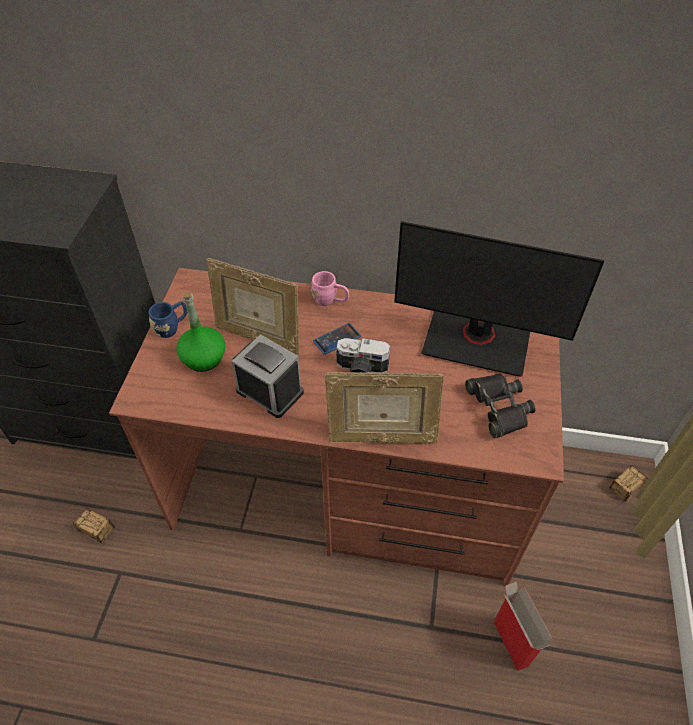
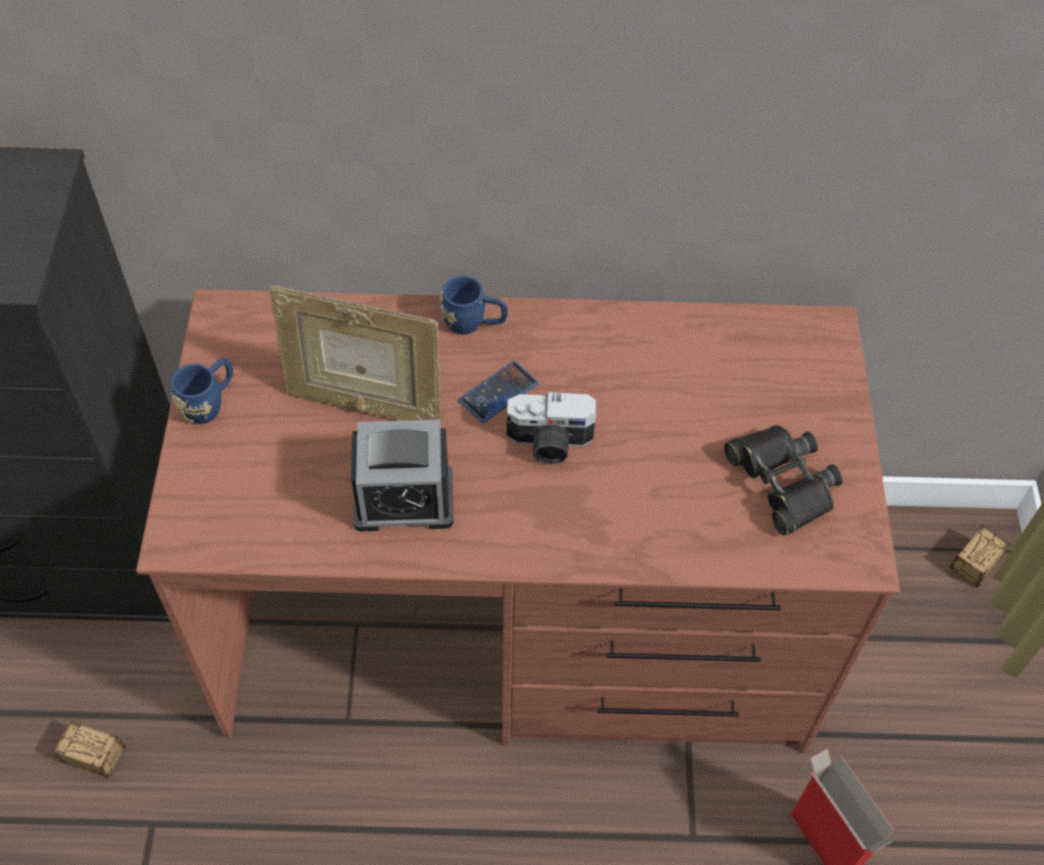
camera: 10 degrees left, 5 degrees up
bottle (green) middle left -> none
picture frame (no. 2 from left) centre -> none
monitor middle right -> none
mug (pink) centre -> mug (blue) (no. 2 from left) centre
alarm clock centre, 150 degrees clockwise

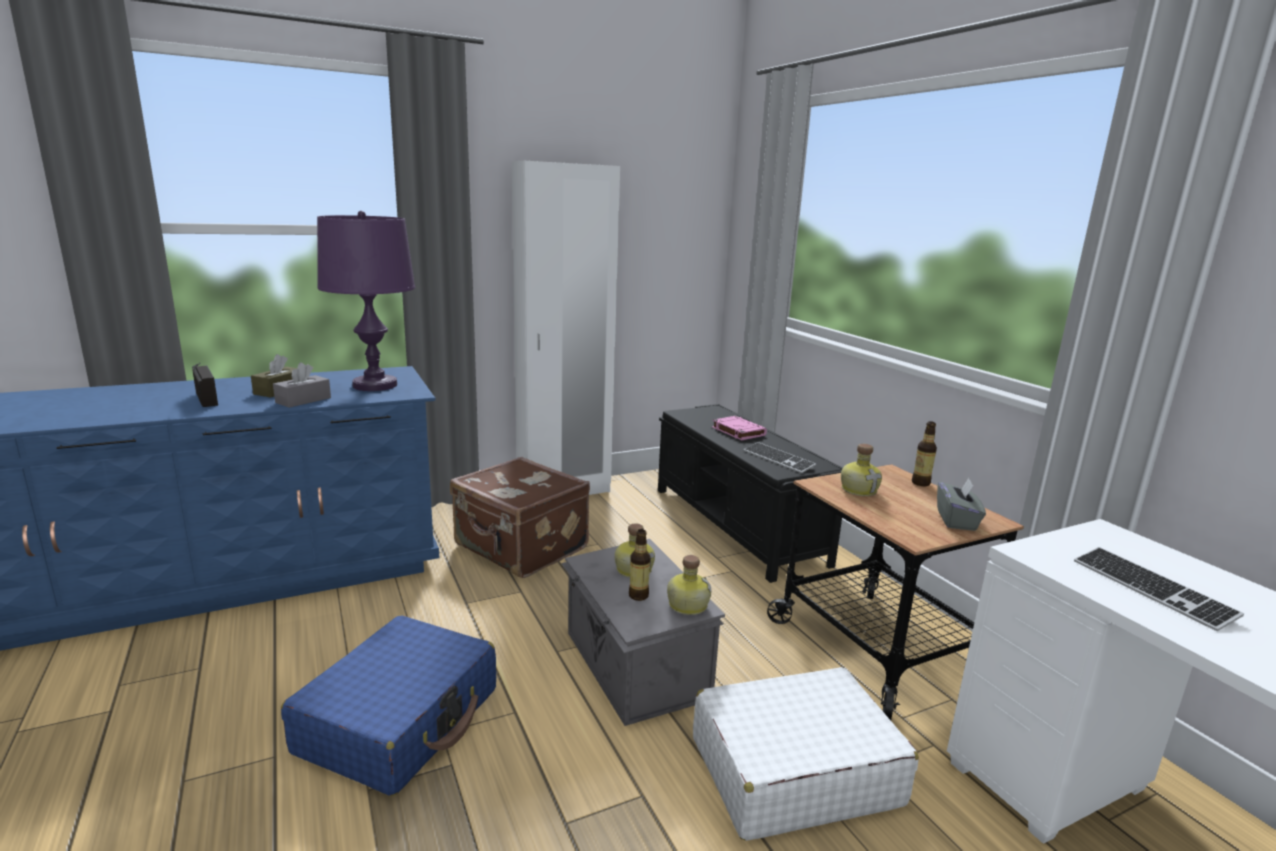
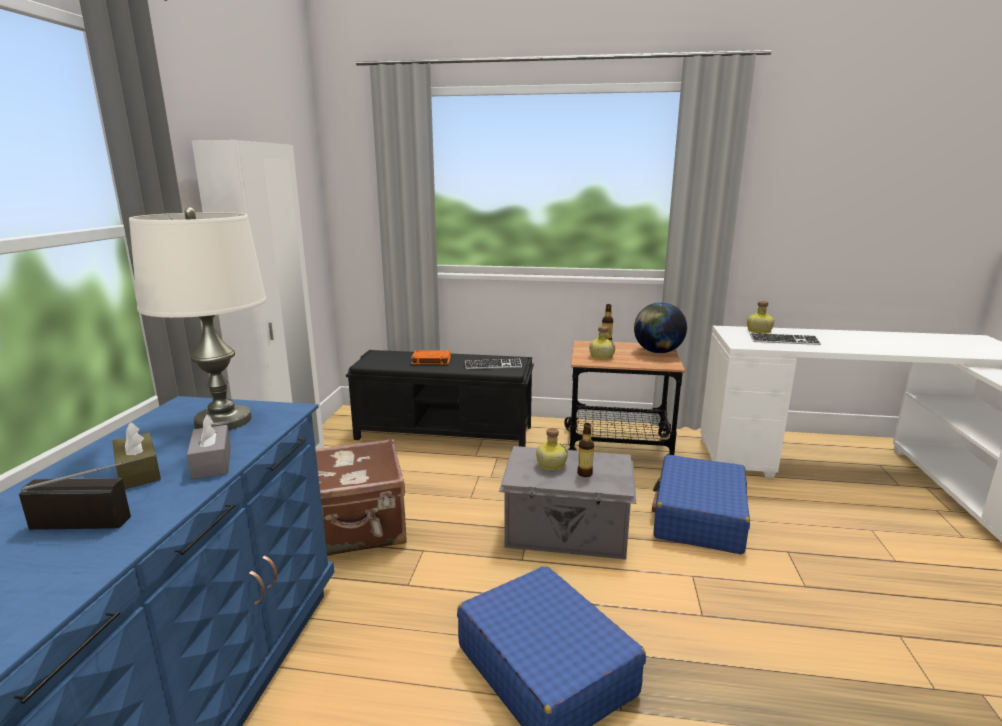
camera: 55 degrees left, 0 degrees up
bottle (no. 3 from left in the first image) bottom centre -> bottle (no. 5 from left) middle right, relocated
tissue box (grey) (no. 2 from left) middle right -> globe centre
table lamp (purple) middle left -> table lamp (white) middle left
suitcase (white) bottom centre -> suitcase (blue) (no. 2 from left) bottom right
book (pink) centre -> book (orange) centre

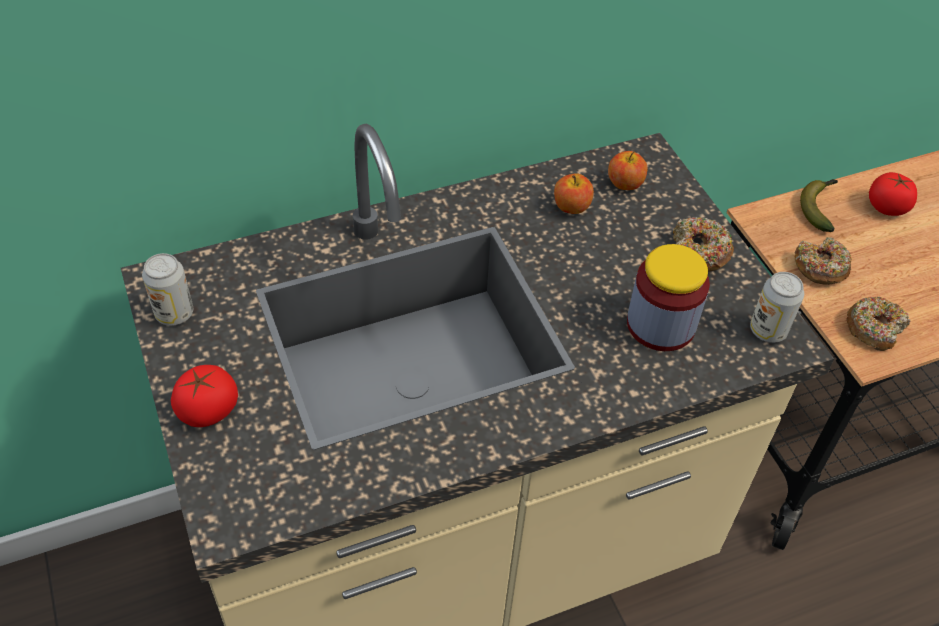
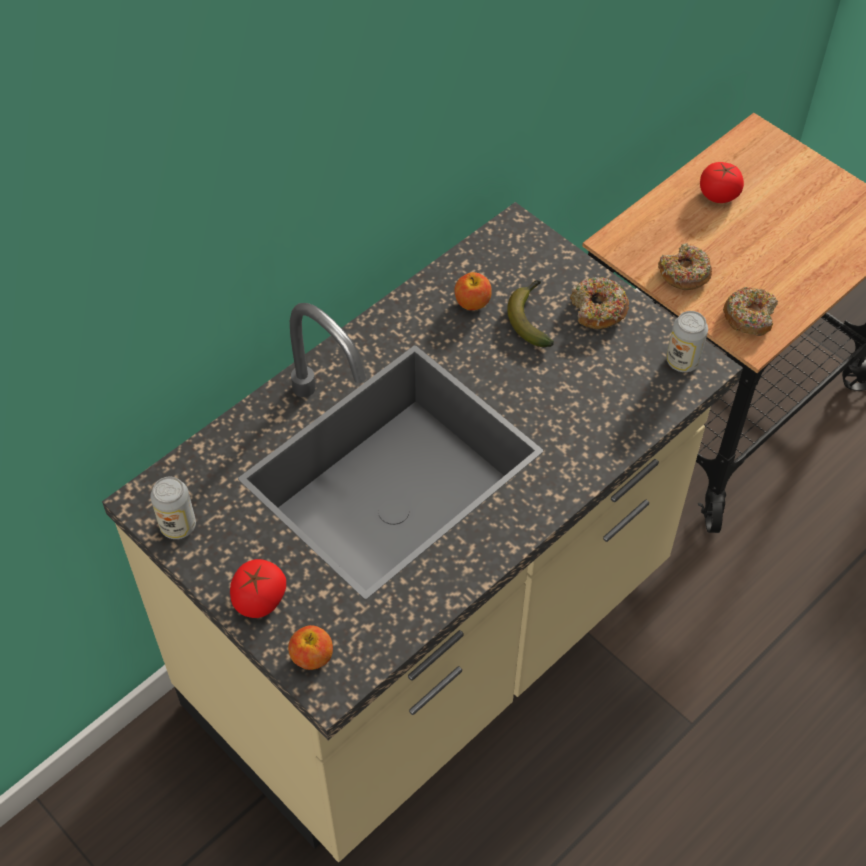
camera: 20 degrees left, 5 degrees up
jar middle right -> none
apple (no. 2 from left in the first image) top right -> apple (no. 1 from left) bottom centre, relocated
banana top right -> banana centre, relocated

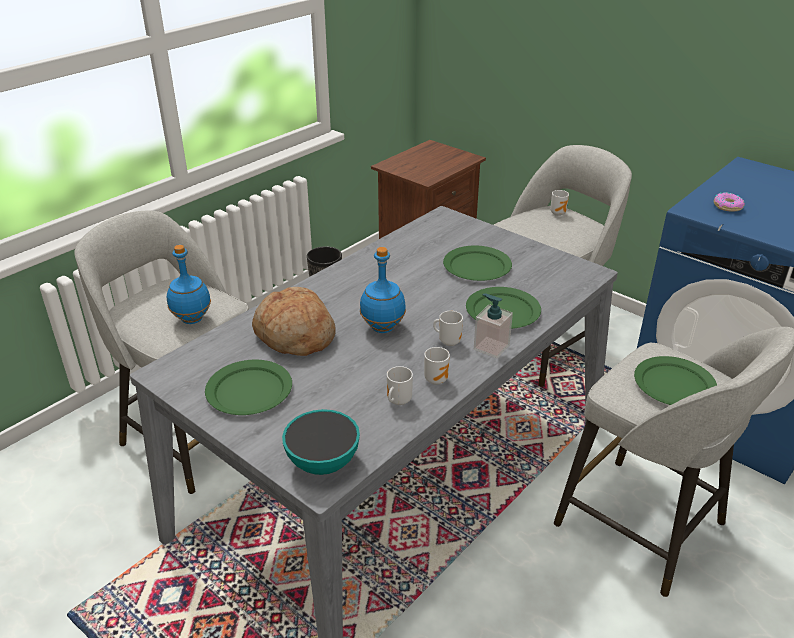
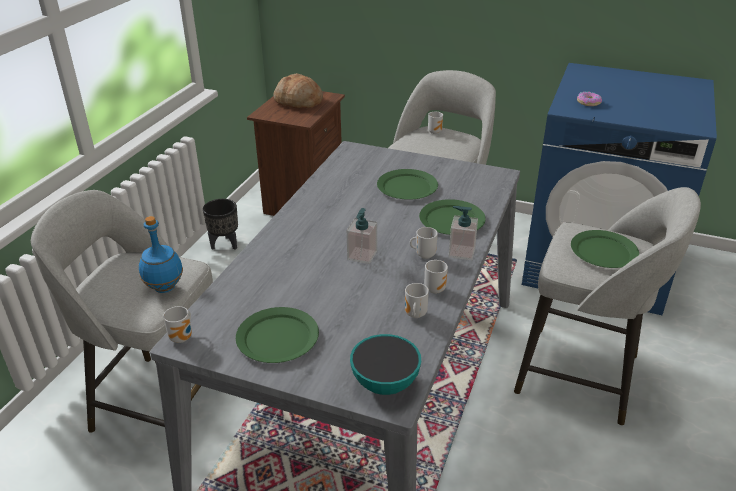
camera: 20 degrees left, 0 degrees up
none -> mug (no. 1 from left) middle left
bread centre -> bread top centre, relocated
bottle (blue) (no. 2 from left) centre -> soap dispenser (no. 1 from left) centre

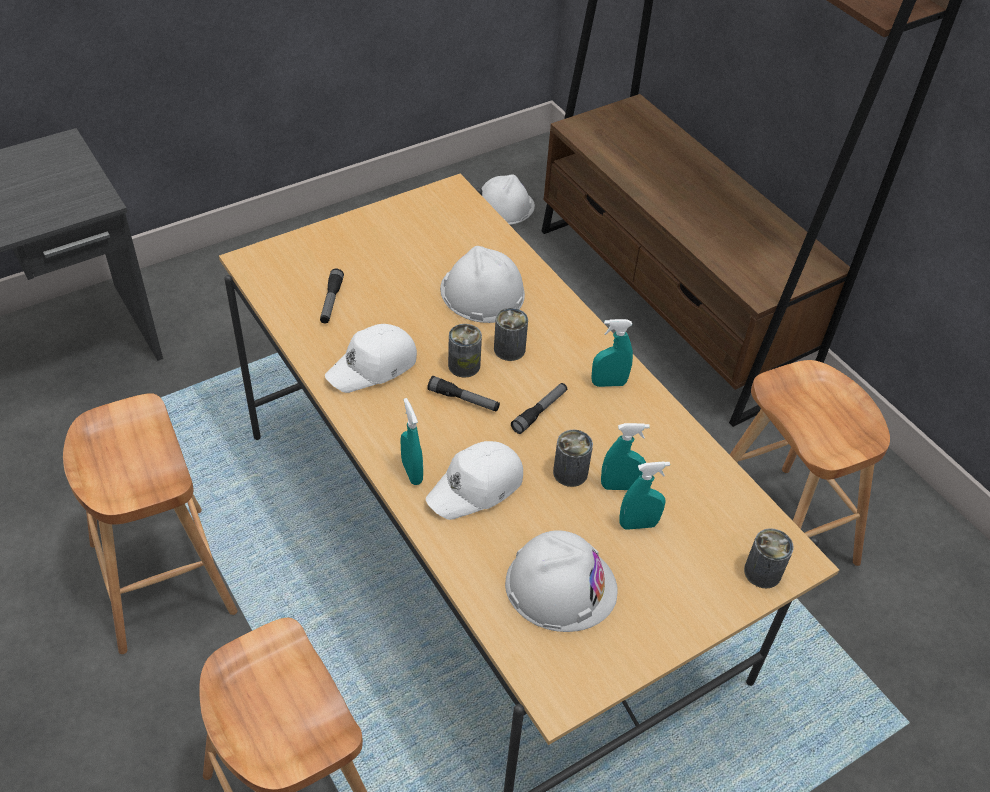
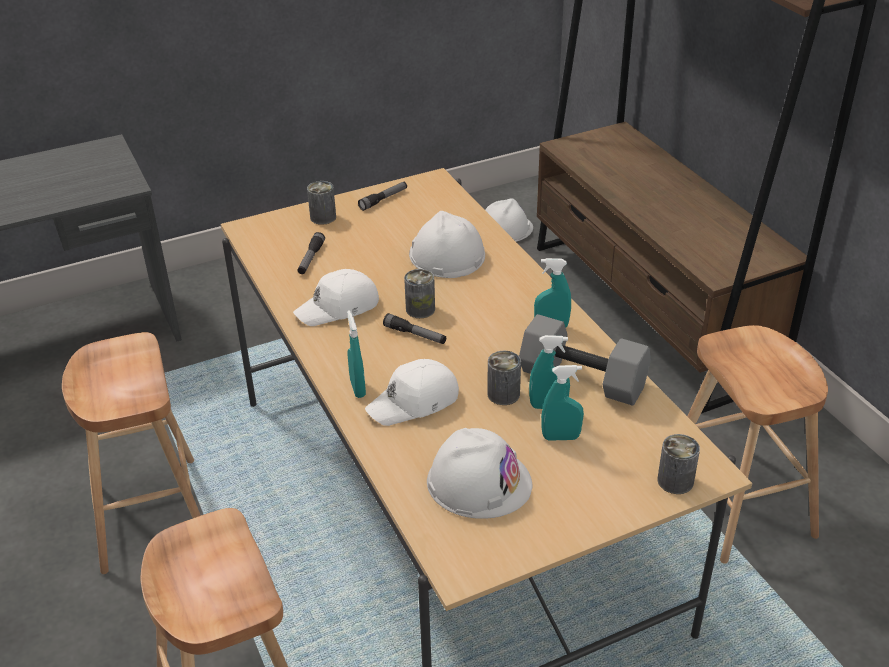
camera: 10 degrees right, 10 degrees down
none -> dumbbell (grey) centre
can (no. 2 from left in the first image) centre -> can (no. 1 from left) top centre, relocated
flashlight (no. 3 from left in the first image) centre -> flashlight (no. 2 from left) top centre, relocated

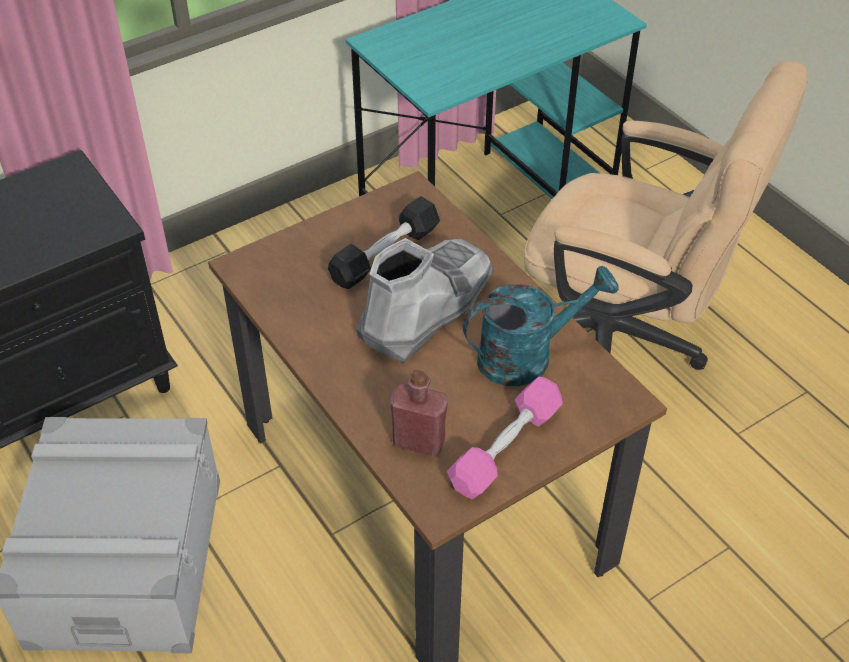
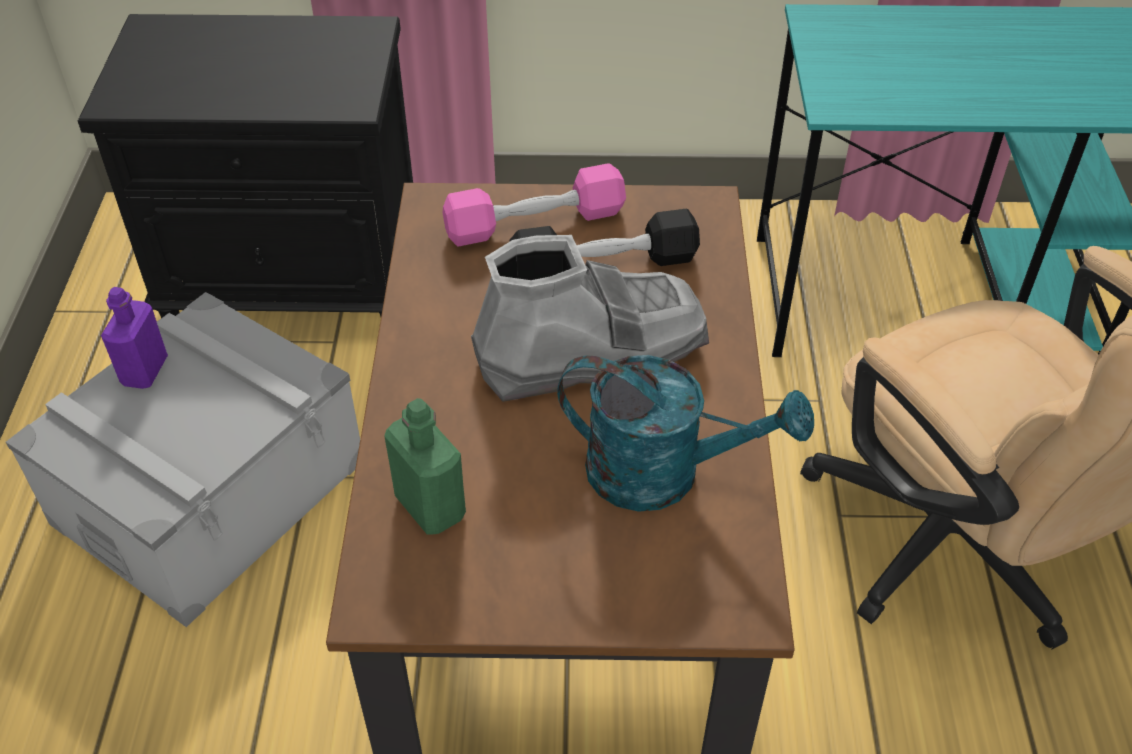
camera: 35 degrees right, 0 degrees up
none -> bottle (purple) middle left
dumbbell (pink) centre -> dumbbell (pink) top centre, relocated
bottle (red) centre -> bottle (green) centre

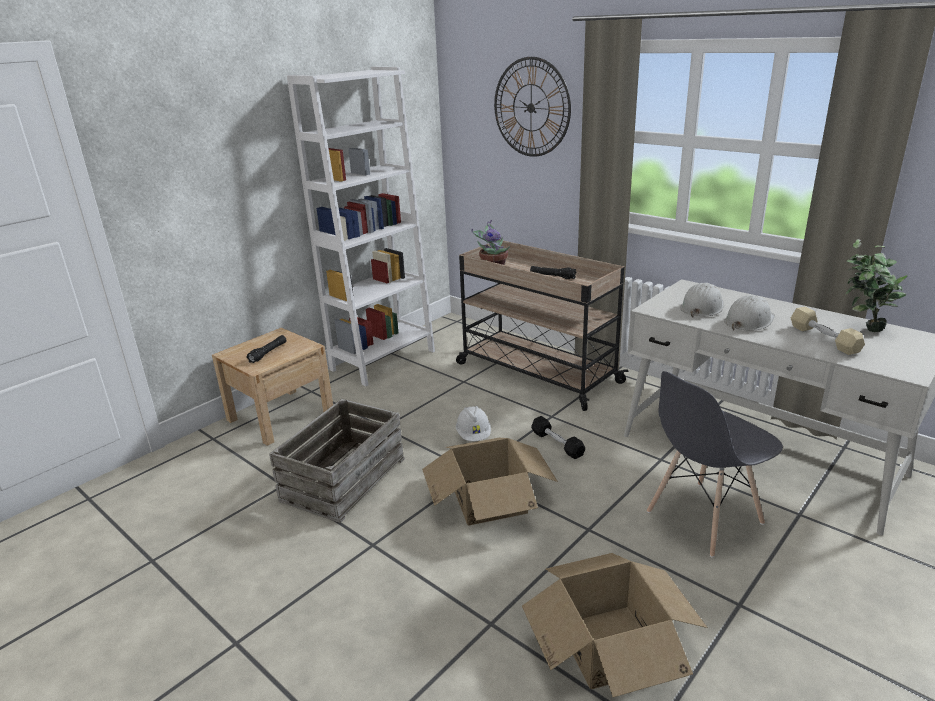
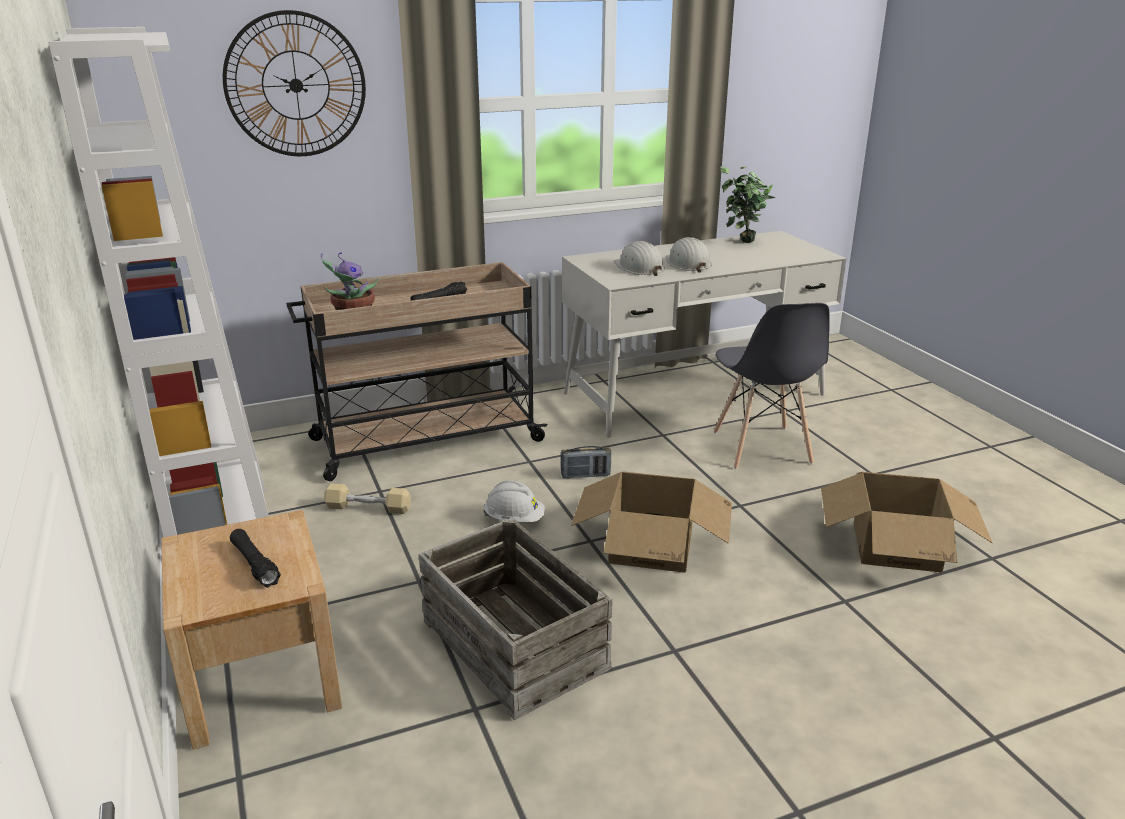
camera: 65 degrees left, 0 degrees up
dumbbell (beige) middle right -> dumbbell (beige) middle left, relocated
dumbbell (black) centre -> radio centre

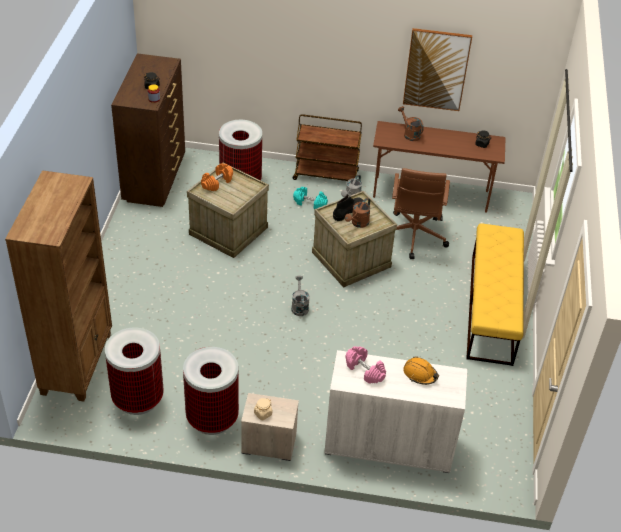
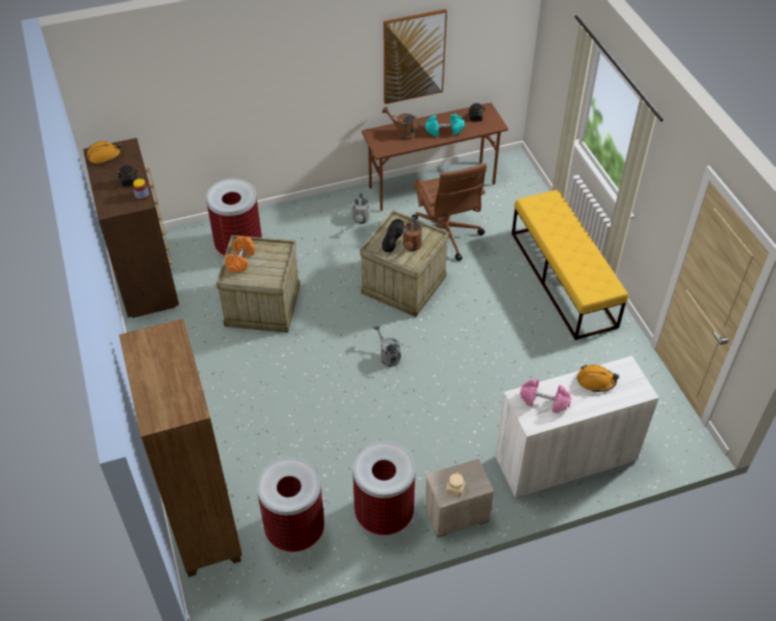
camera: 25 degrees left, 5 degrees up
cart (brown) top centre -> none
none -> hard hat (orange) (no. 1 from left) top left
dumbbell (turquoise) centre -> dumbbell (turquoise) top centre, relocated

